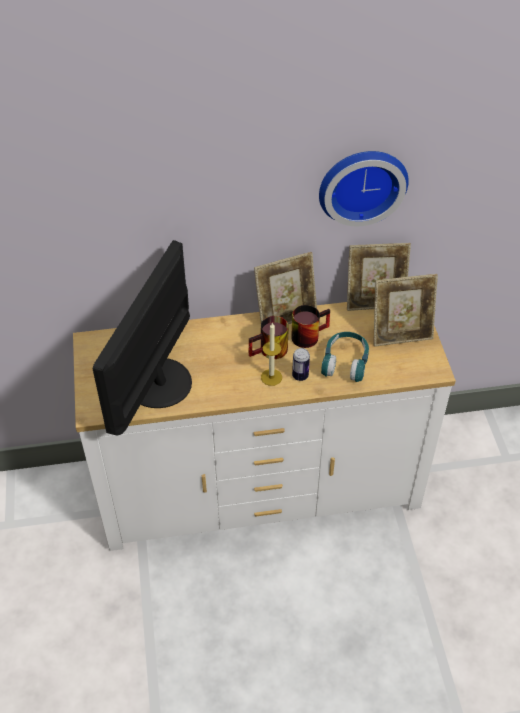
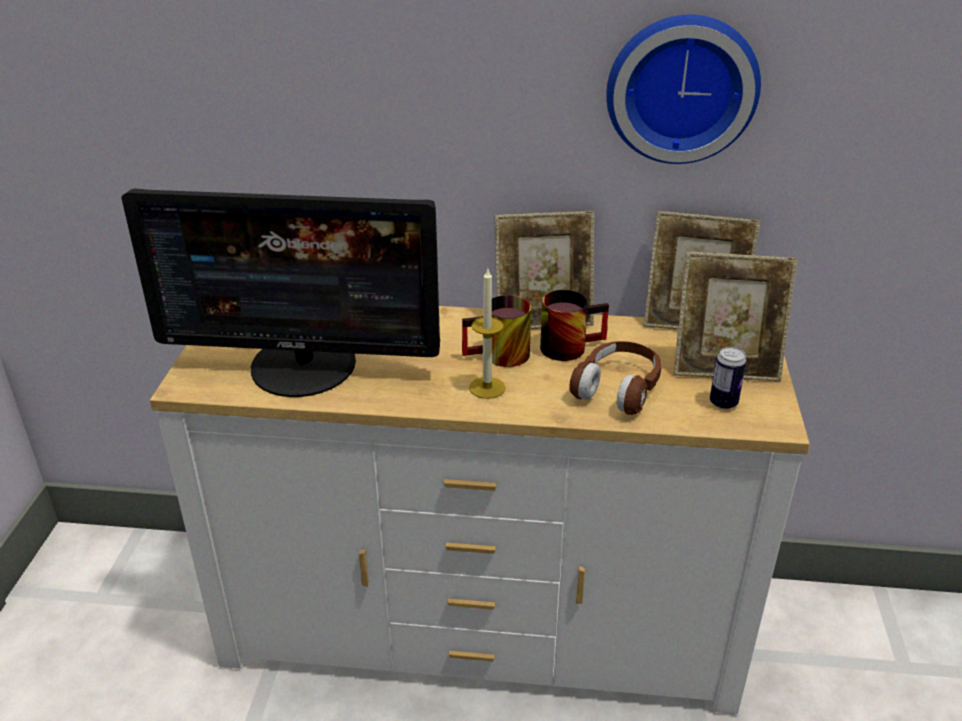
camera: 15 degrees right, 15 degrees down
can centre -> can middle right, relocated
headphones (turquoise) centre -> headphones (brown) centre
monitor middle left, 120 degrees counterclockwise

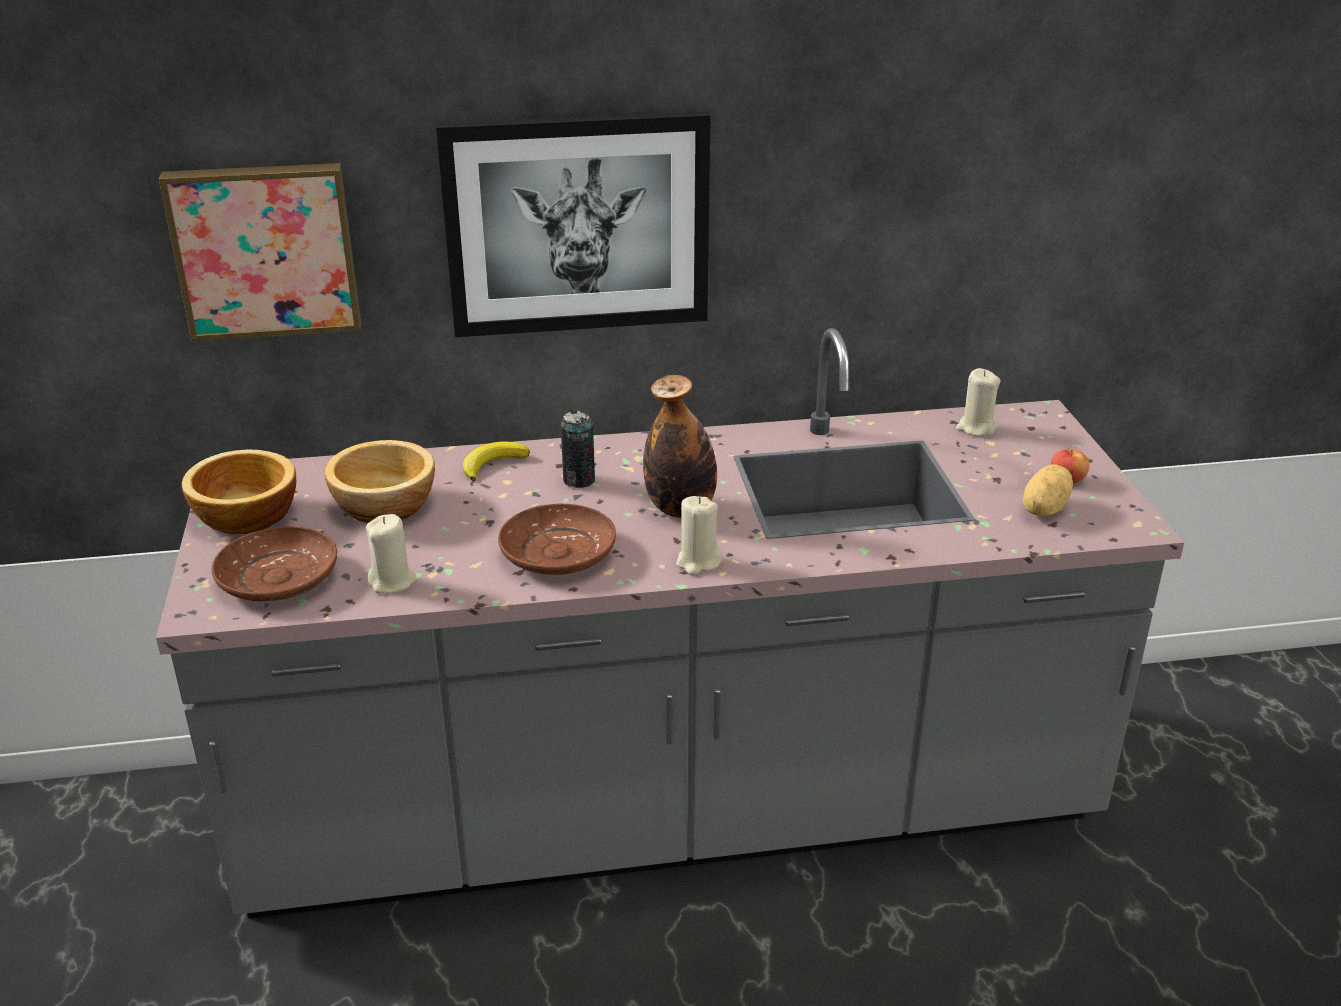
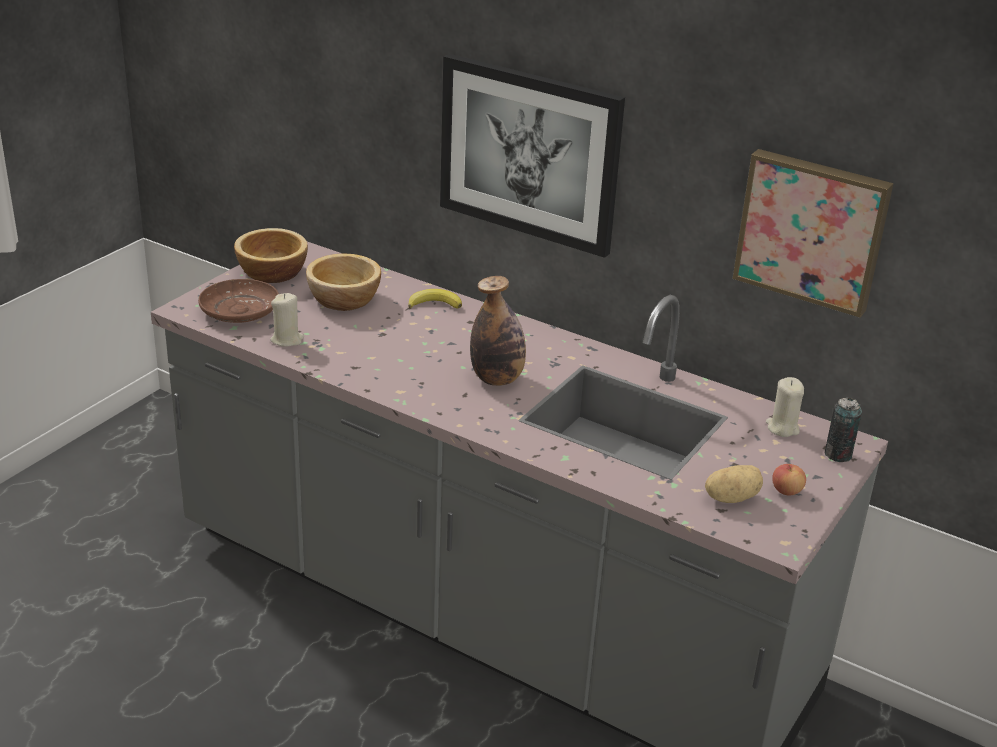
camera: 40 degrees right, 0 degrees up
plate (brown) (no. 2 from left) centre -> none
candle (beige) (no. 2 from left) centre -> none
picture (no. 1 from left in the first image) top left -> picture (no. 2 from left) top right, relocated
can centre -> can middle right, relocated

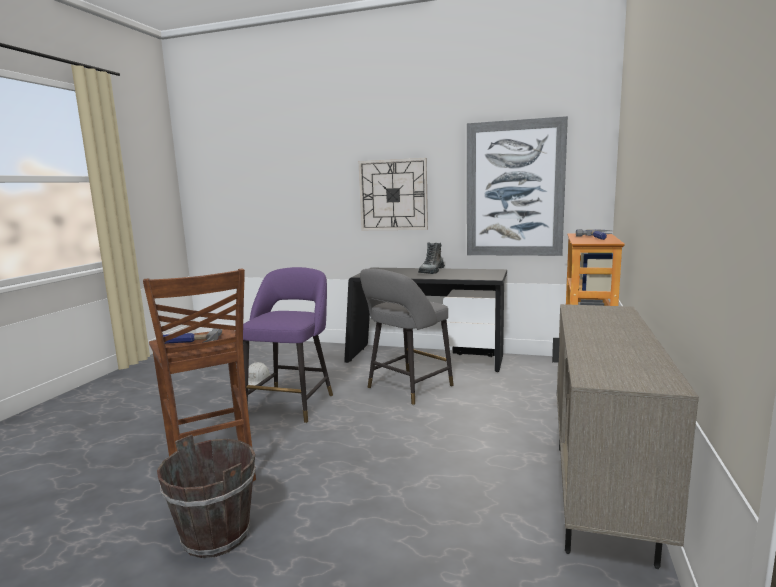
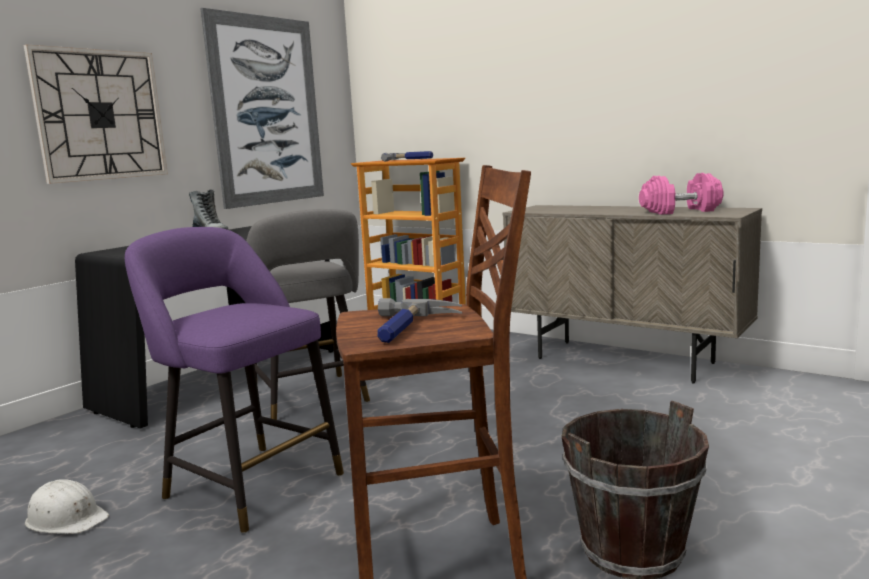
camera: 70 degrees left, 0 degrees up
none -> dumbbell (pink) middle right

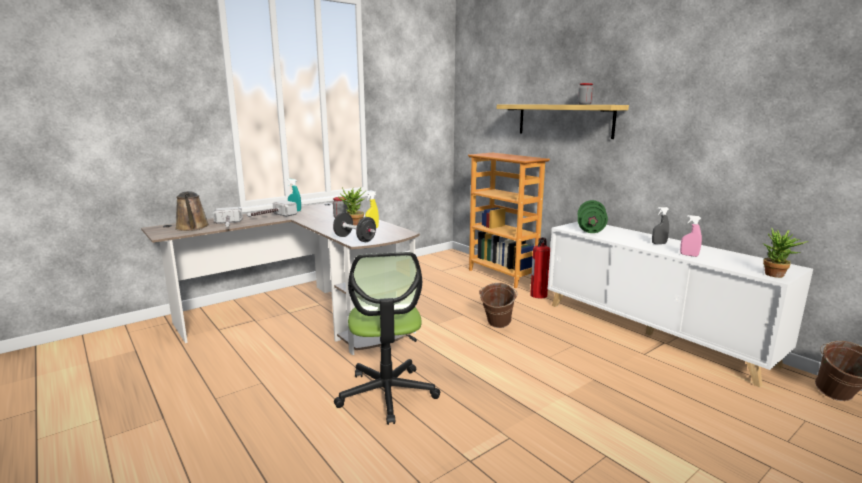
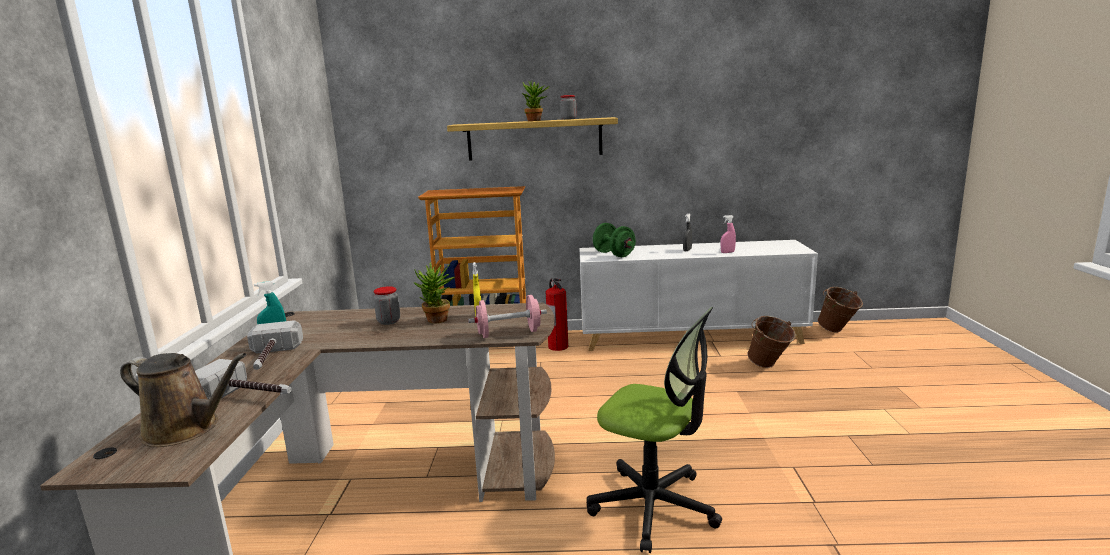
camera: 50 degrees left, 0 degrees up
bucket (brown) (no. 1 from left) centre -> bucket (brown) (no. 1 from left) middle right, relocated
potted plant (no. 2 from left) middle right -> potted plant (no. 2 from left) top centre, relocated
dumbbell (black) centre -> dumbbell (pink) centre

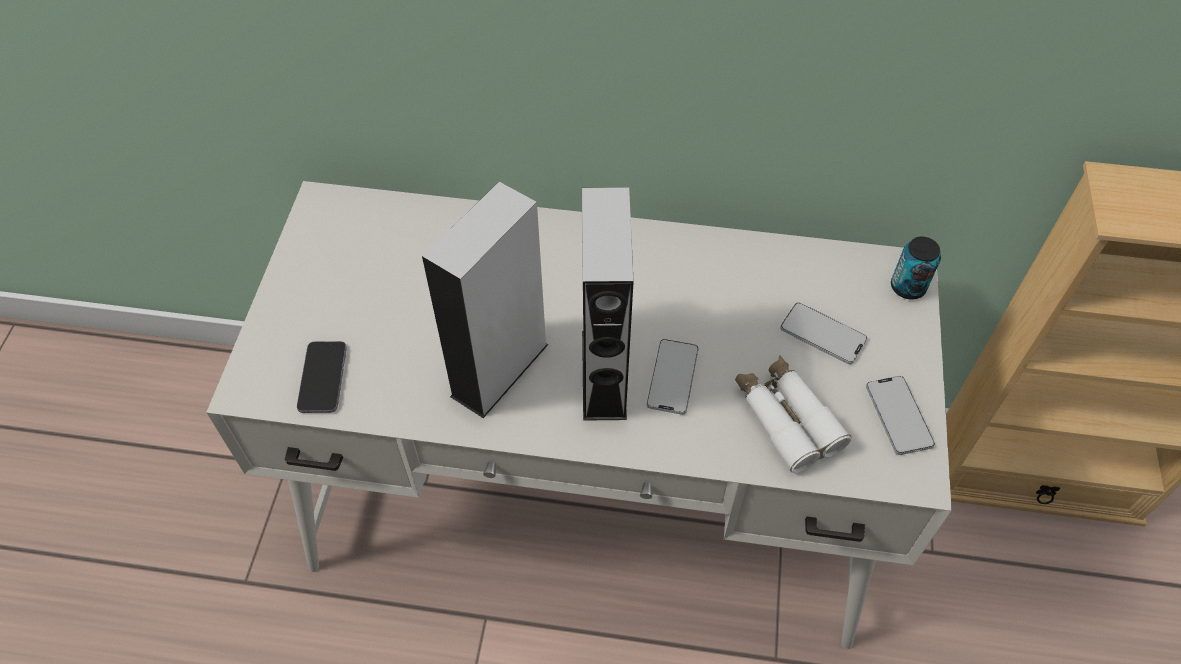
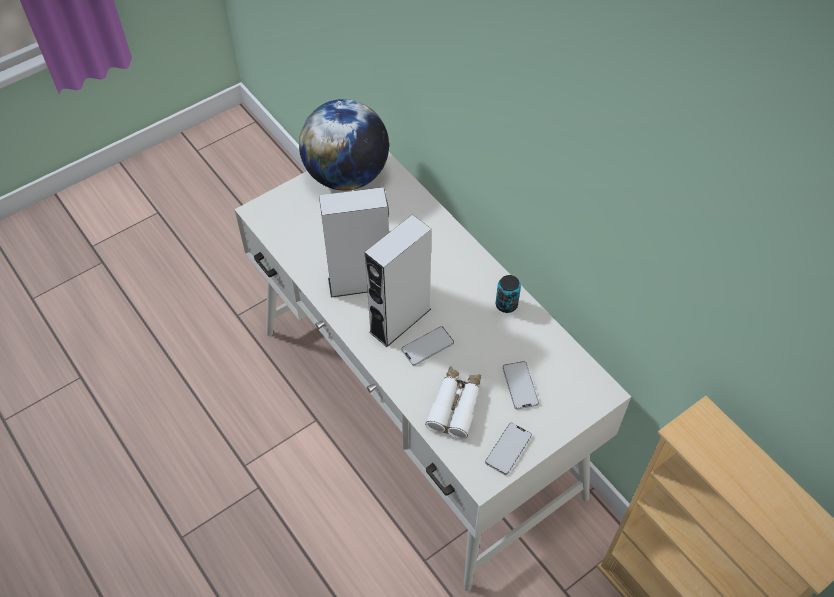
camera: 45 degrees right, 0 degrees up
phone (no. 1 from left) middle left -> none
none -> globe top centre
can middle right -> can centre, relocated

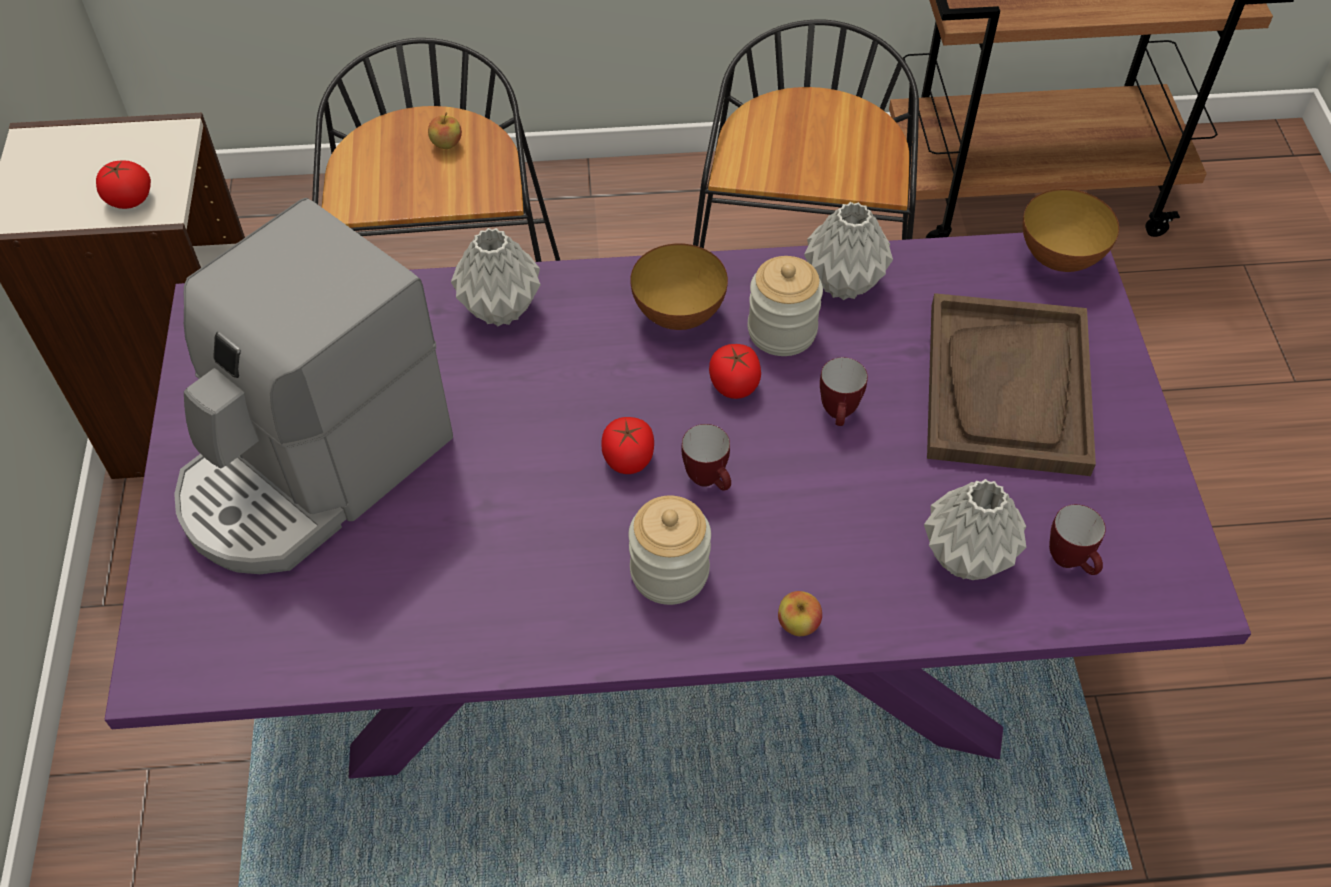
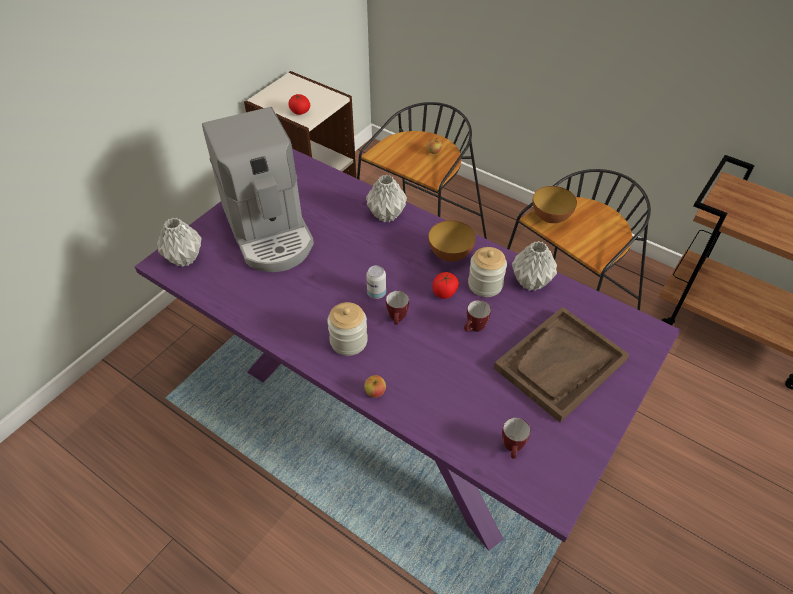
camera: 40 degrees right, 5 degrees down
vase (grey) (no. 3 from left in the first image) middle right -> vase (grey) (no. 1 from left) middle left, relocated
bowl (no. 2 from left) top right -> bowl (no. 2 from left) middle right, relocated
tomato (no. 2 from left) centre -> can centre
coffee machine middle left -> coffee machine top left, 105 degrees counterclockwise

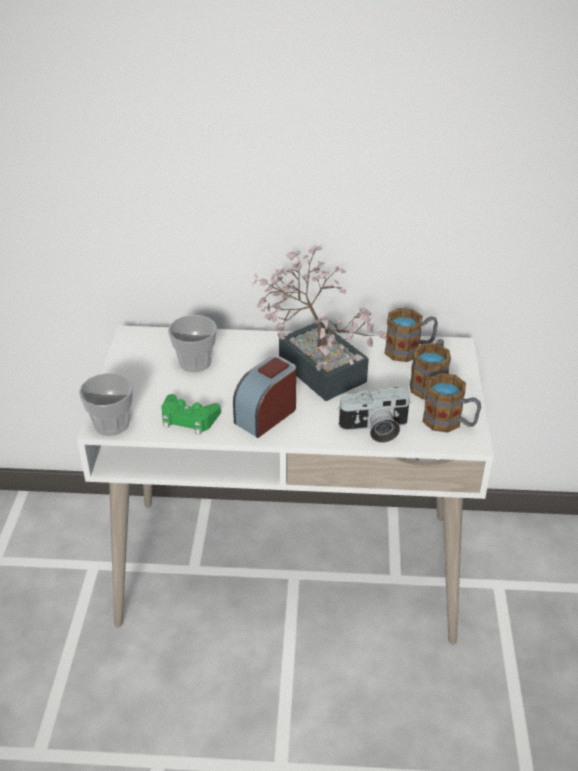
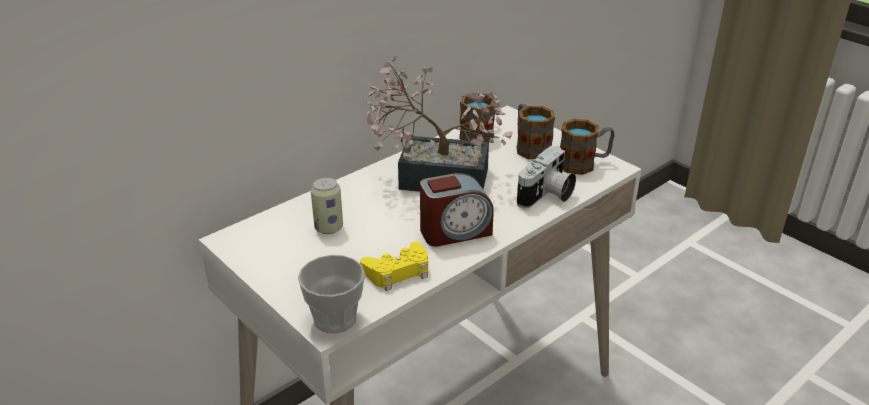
camera: 45 degrees left, 5 degrees down
cup (no. 2 from left) middle left -> can centre
game controller (green) middle left -> game controller (yellow) centre
alarm clock centre, 105 degrees counterclockwise

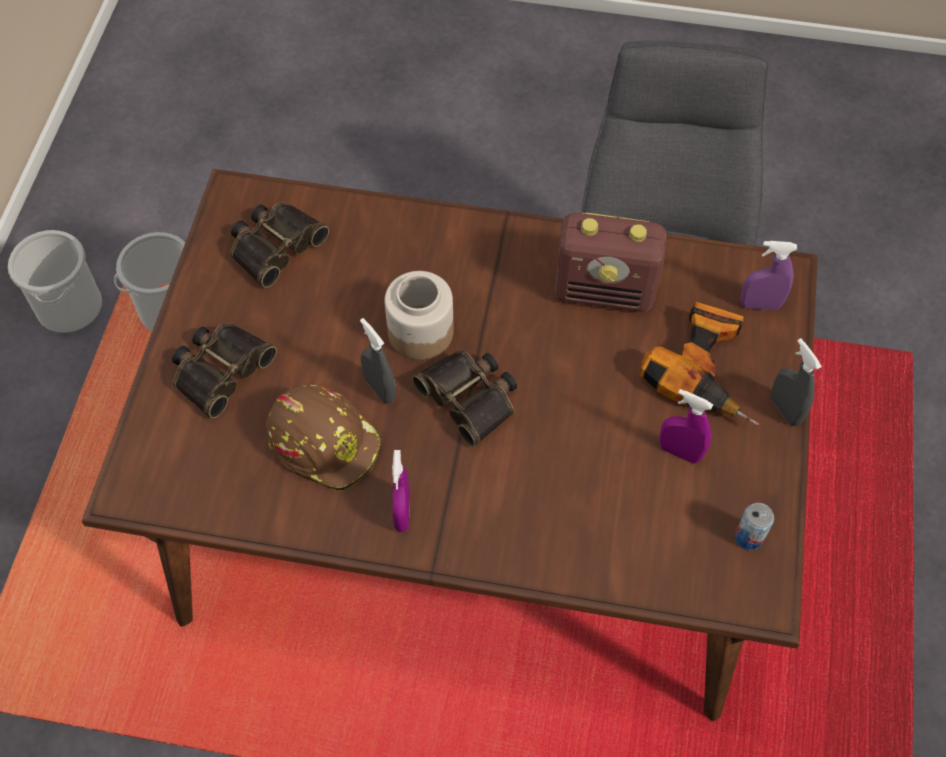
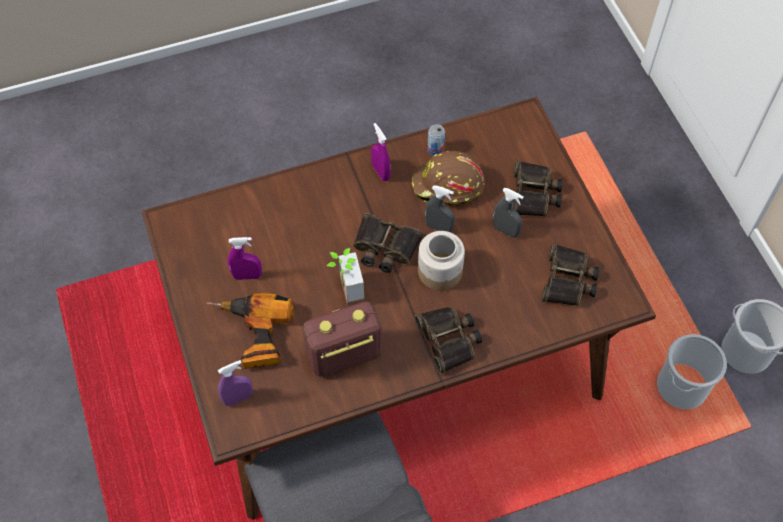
camera: 150 degrees right, 0 degrees up
none -> potted plant centre
none -> binoculars (no. 2 from left) centre
can bottom right -> can top centre, relocated
spray bottle (grey) (no. 2 from left) middle right -> spray bottle (grey) (no. 2 from left) centre, relocated

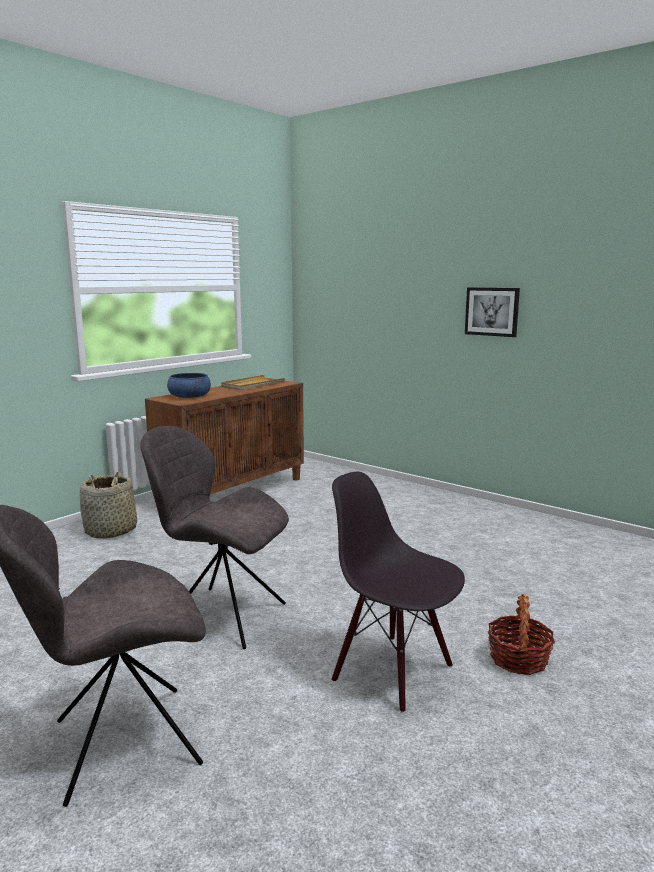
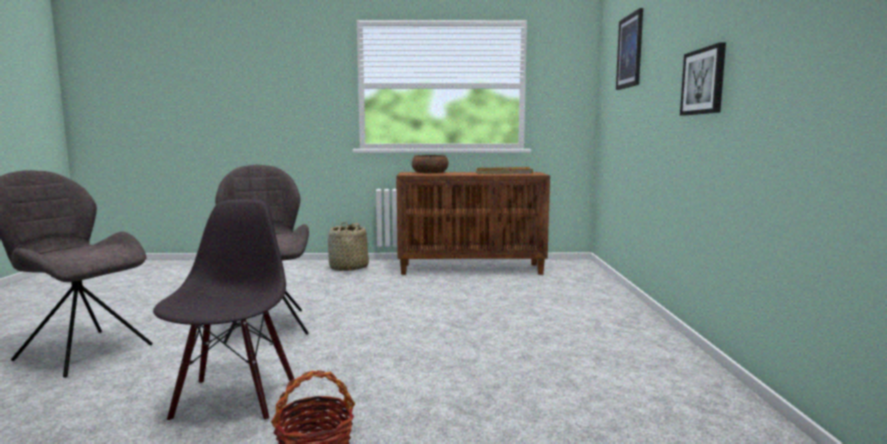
camera: 50 degrees right, 5 degrees down
none -> picture (no. 1 from left) top right
bowl (blue) middle left -> bowl (brown) centre

